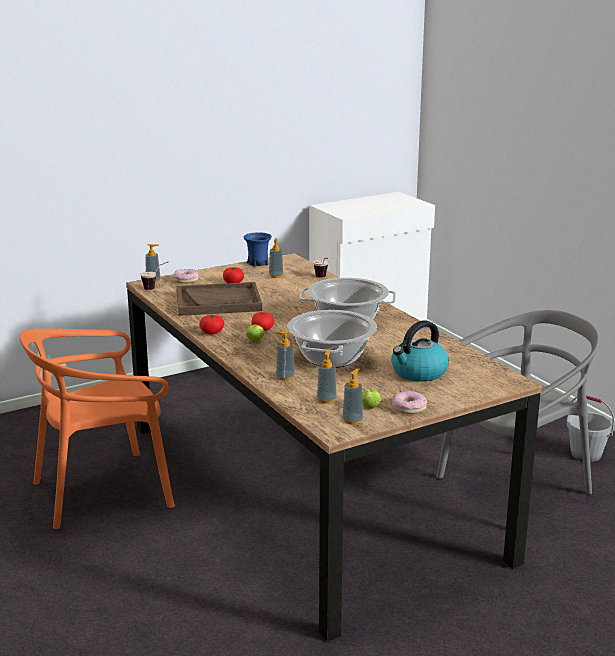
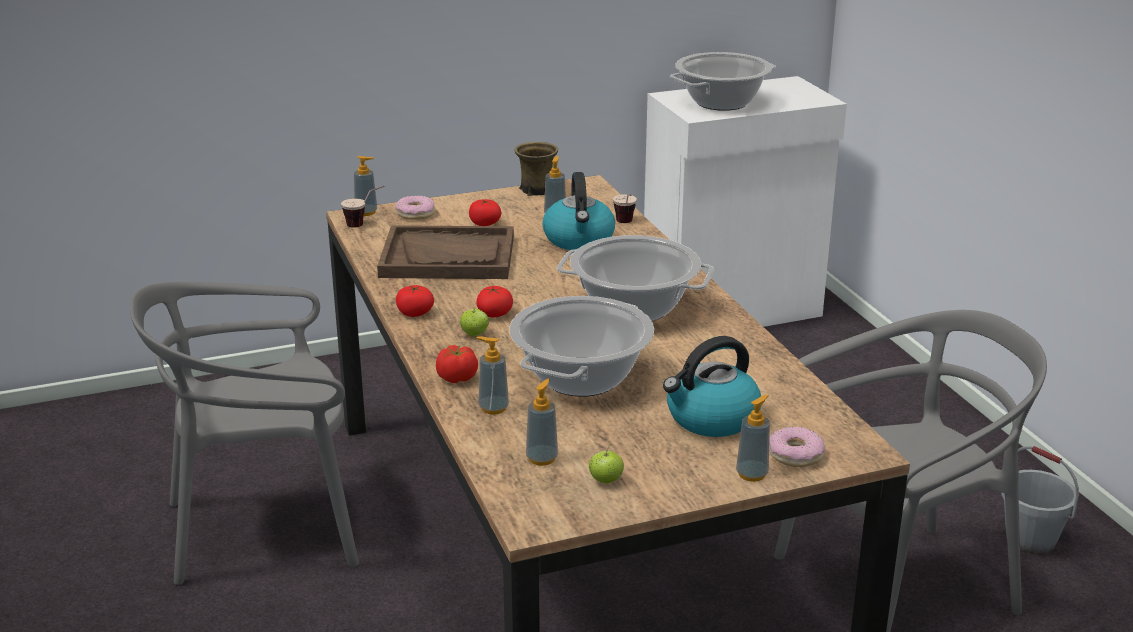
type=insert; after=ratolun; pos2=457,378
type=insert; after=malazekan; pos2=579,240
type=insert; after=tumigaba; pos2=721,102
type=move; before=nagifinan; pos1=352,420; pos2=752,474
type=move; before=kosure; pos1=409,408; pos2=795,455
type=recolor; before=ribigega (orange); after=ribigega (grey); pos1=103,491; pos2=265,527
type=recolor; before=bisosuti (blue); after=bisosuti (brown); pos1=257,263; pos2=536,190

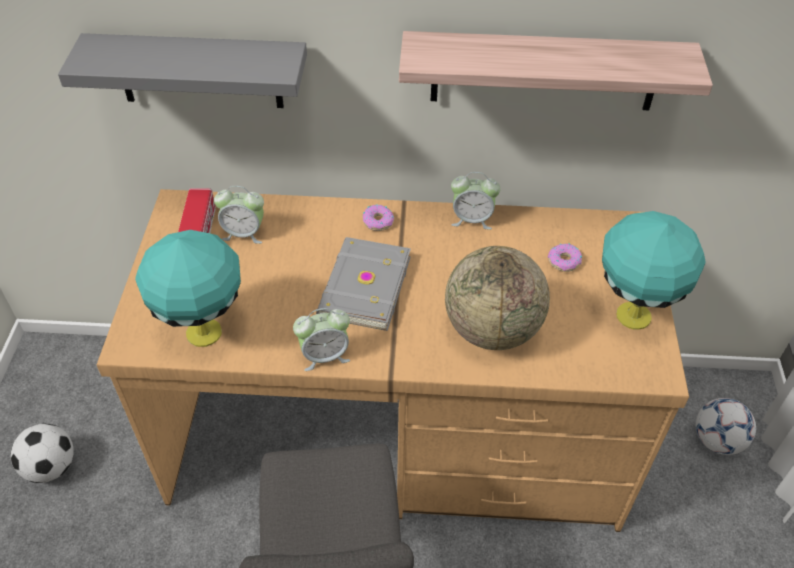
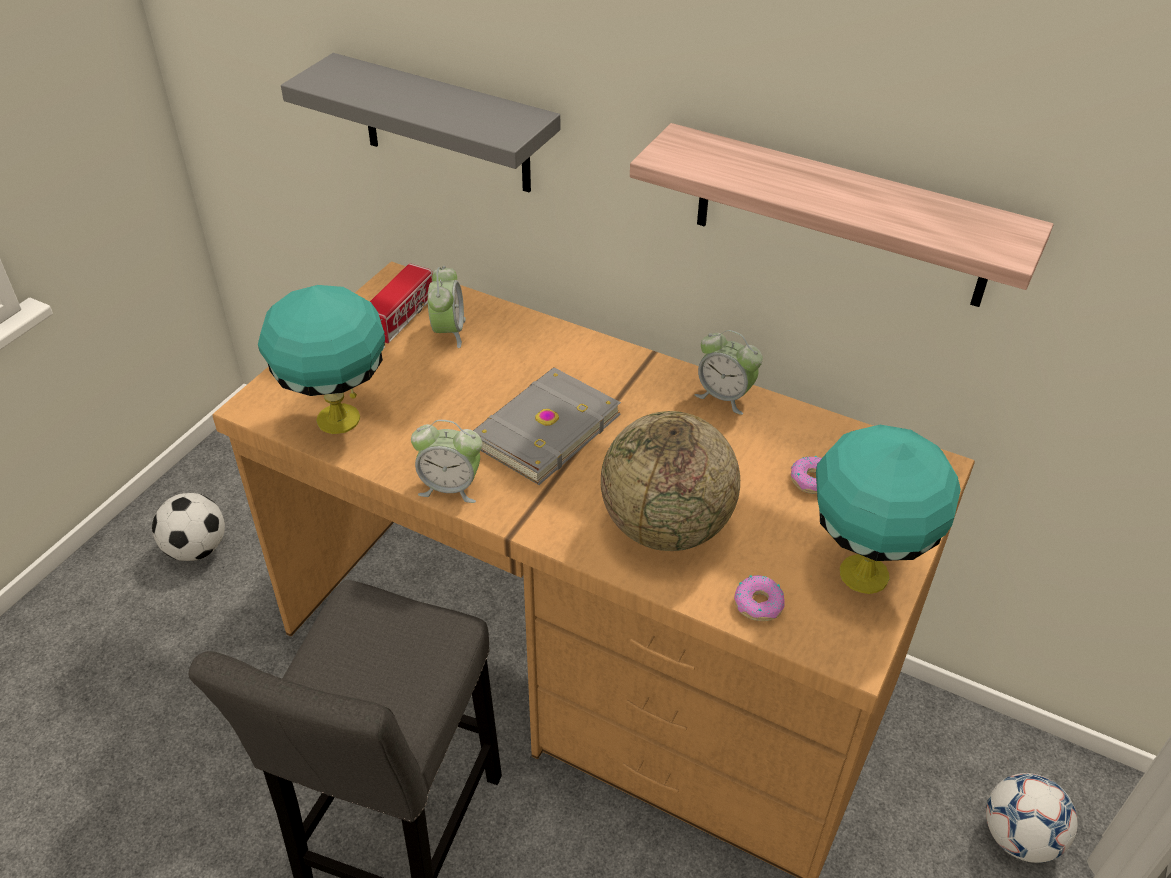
type=move; before=kosure; pos1=378,221; pos2=758,603
type=rotate; before=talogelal; pos1=244,233; pos2=448,332; turn=-120

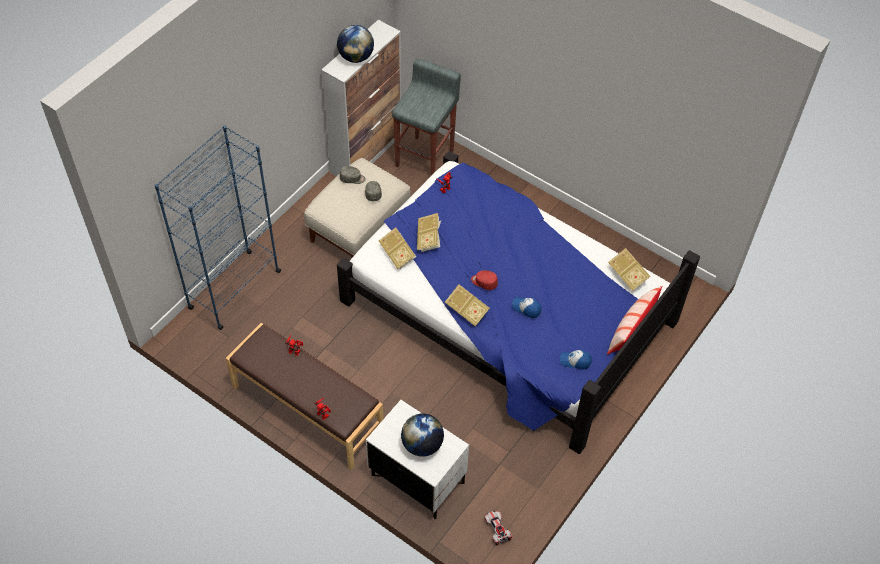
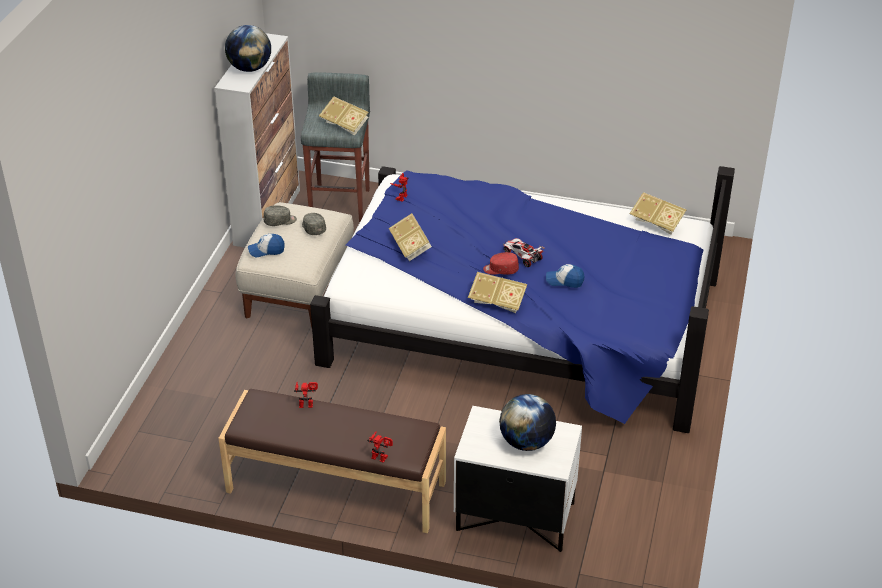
type=delete; before=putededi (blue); pos1=234,290
type=delete; before=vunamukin; pos1=631,329
type=move; before=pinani; pos1=398,254; pos2=345,125
type=move; before=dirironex; pos1=497,530; pos2=522,257
type=move; before=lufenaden; pos1=575,361; pos2=266,250

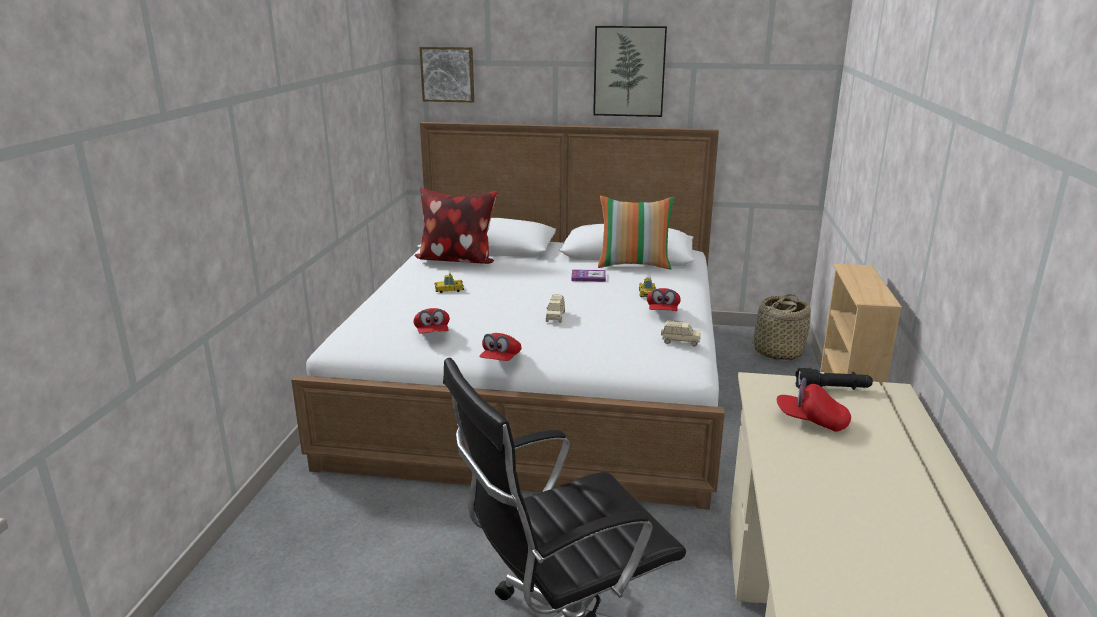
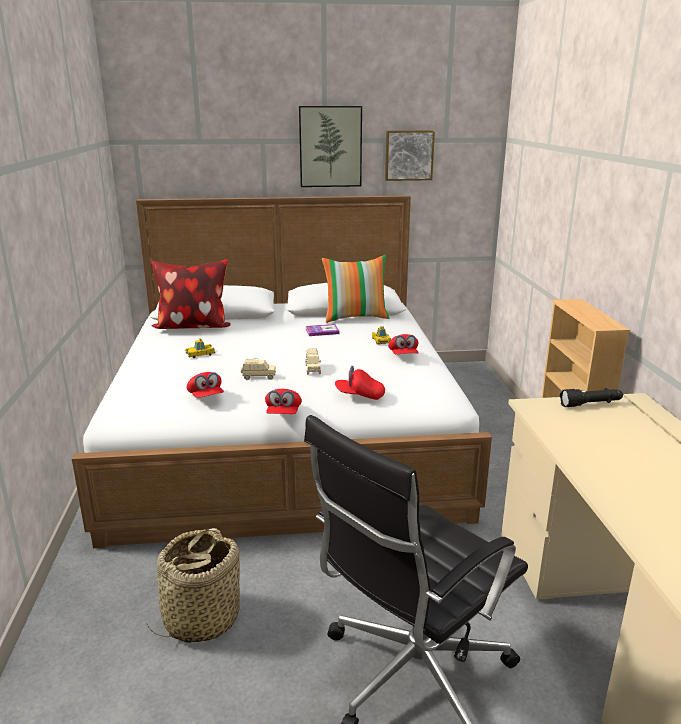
type=move; before=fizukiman; pos1=448,74; pos2=409,155
type=move; before=dirironex (beige); pos1=680,342; pos2=258,377
type=move; before=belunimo; pos1=777,352; pos2=201,618
type=move; before=lufenaden (red); pos1=811,421; pos2=360,395

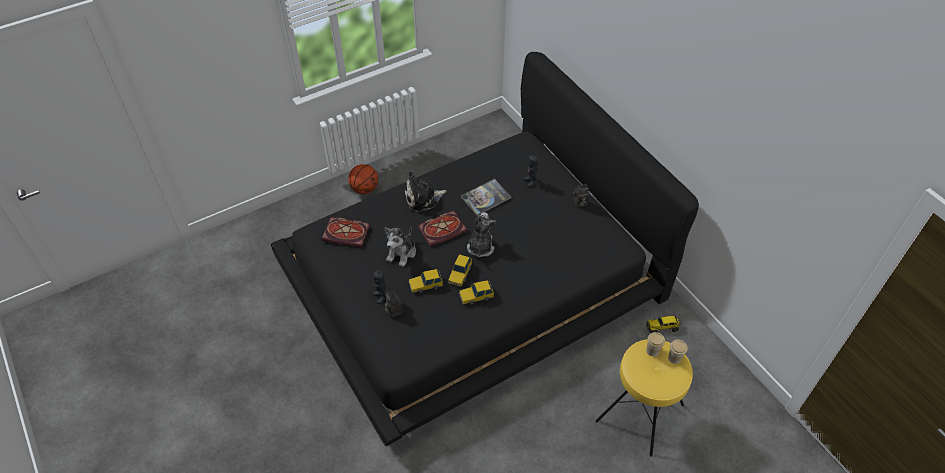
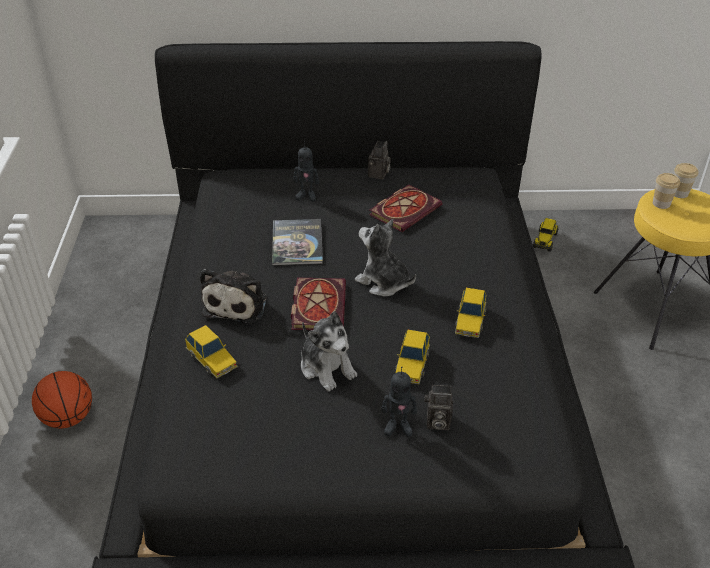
type=move; before=pinani; pos1=347,233; pos2=405,209
type=move; before=dirironex; pos1=460,274; pos2=212,359

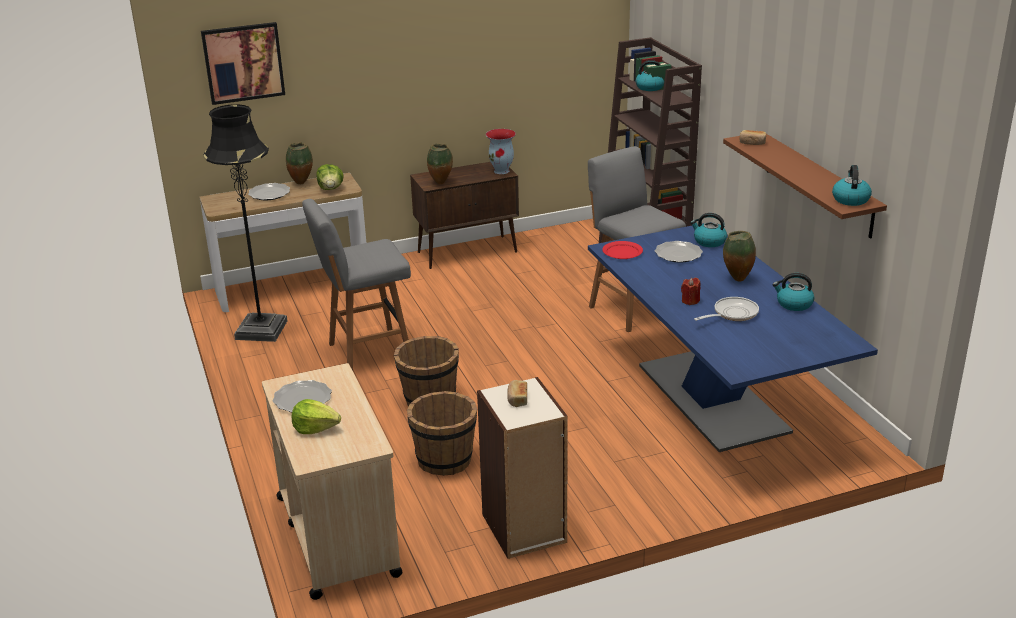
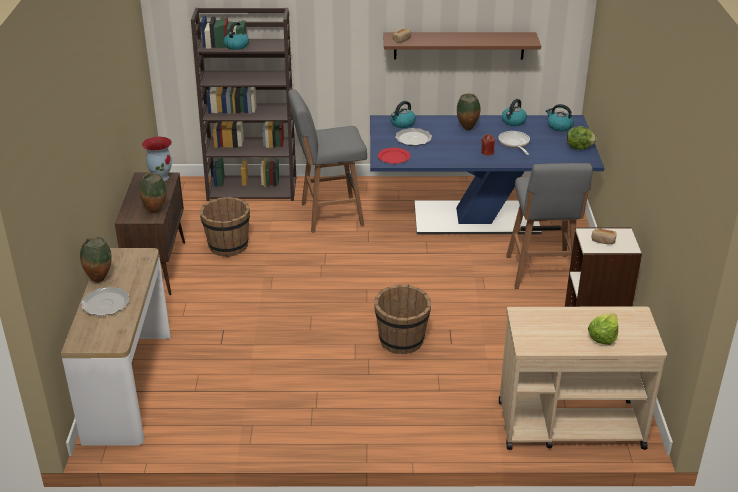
type=delete; before=fizukiman; pos1=243,62
type=delete; before=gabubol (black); pos1=261,330
type=delete; before=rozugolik; pos1=302,399
type=move; before=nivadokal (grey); pos1=367,354; pos2=541,273
type=move; before=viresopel; pos1=331,189; pos2=579,147
type=move; before=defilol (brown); pos1=445,460; pos2=228,246
type=move; before=malazekan; pos1=850,199; pos2=559,126

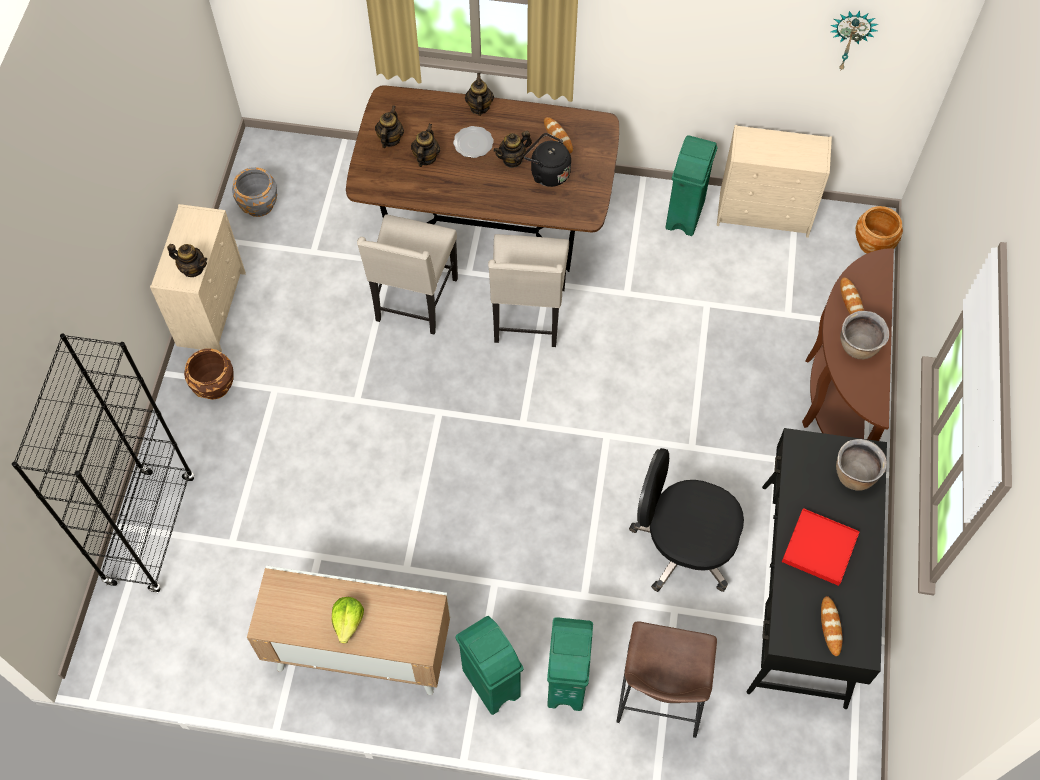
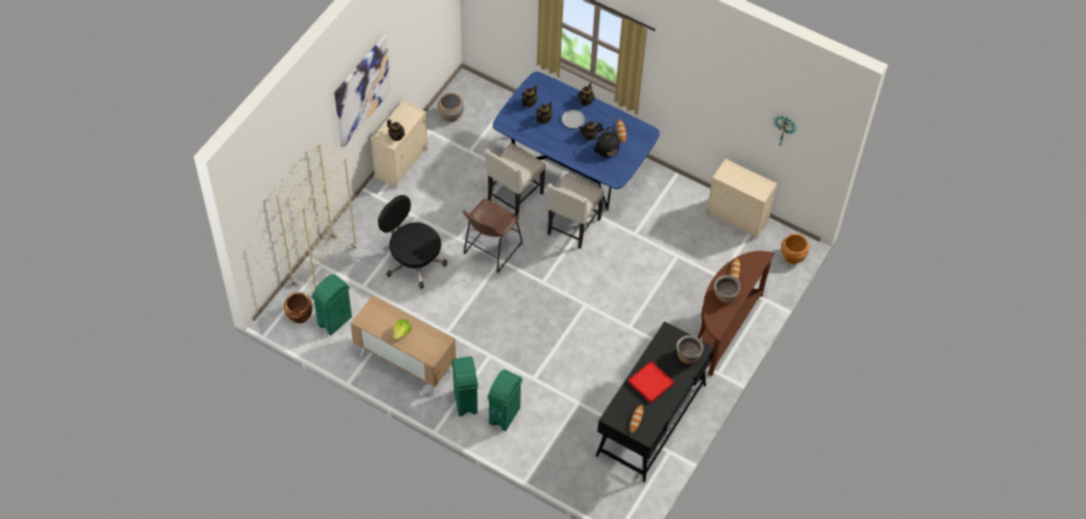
type=insert; after=fizukiman; pos2=362,91
type=move; before=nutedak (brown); pos1=214,385; pos2=299,315
type=move; before=nivadokal (brown); pos1=659,696; pos2=490,250
type=move; before=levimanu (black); pos1=682,545; pos2=413,261
type=move; before=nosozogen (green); pos1=684,215; pos2=334,321
type=recolor; before=putededi (black); after=putededi (beige); pos1=151,530; pos2=324,266
type=recolor; before=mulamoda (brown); after=mulamoda (blue); pos1=486,227; pos2=572,170

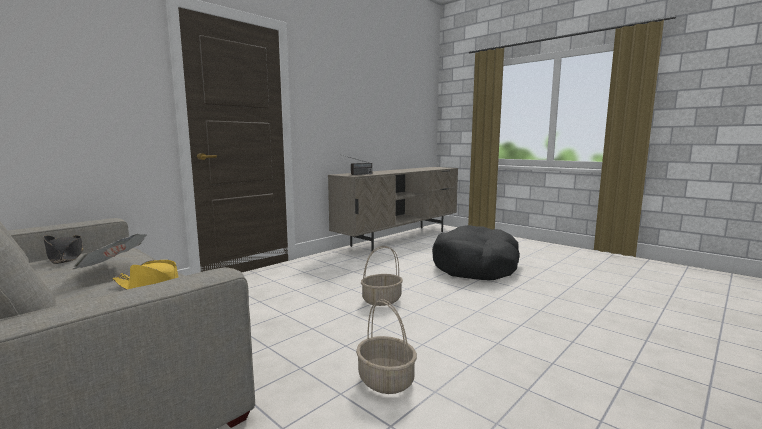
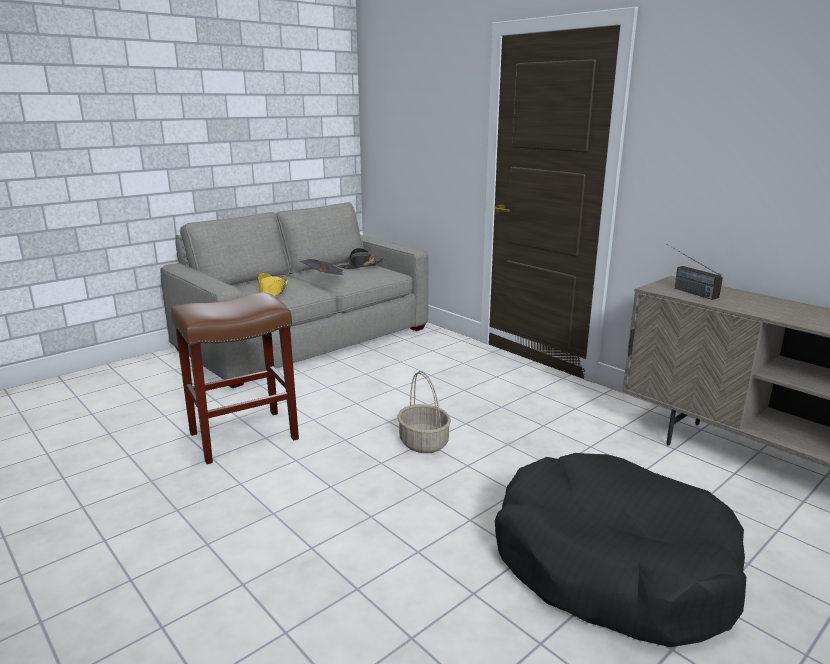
type=replace; before=belunimo; after=nivadokal (brown); pos1=386,380; pos2=242,437

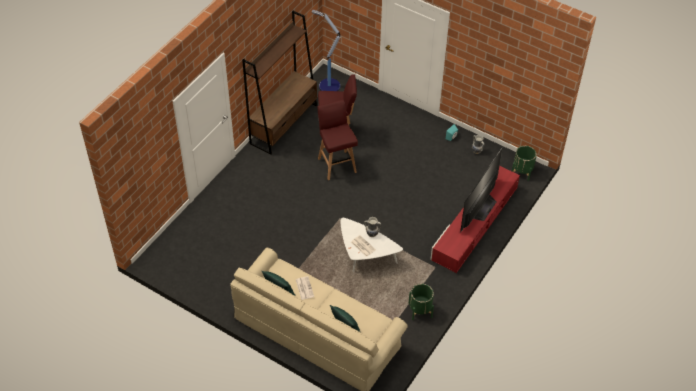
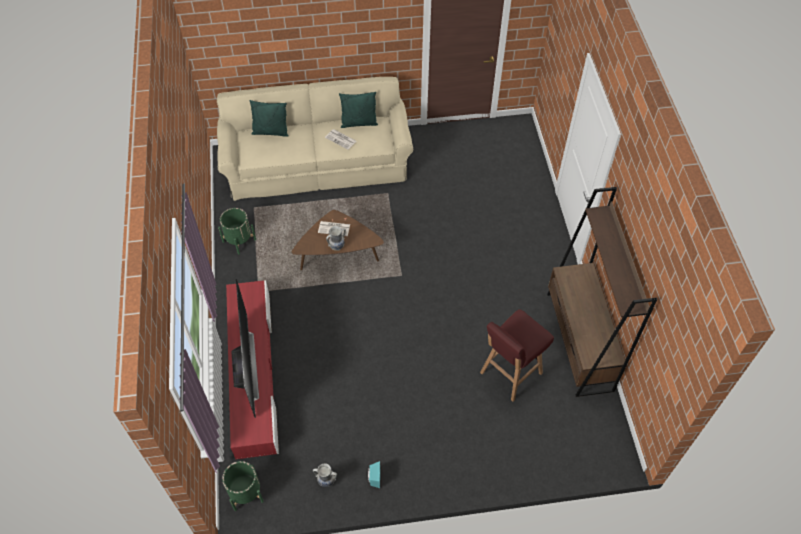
type=delete; before=gabubol; pos1=328,86
type=delete; before=nivadokal (red); pos1=336,164
type=recolor; before=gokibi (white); after=gokibi (brown); pos1=365,256; pos2=338,254

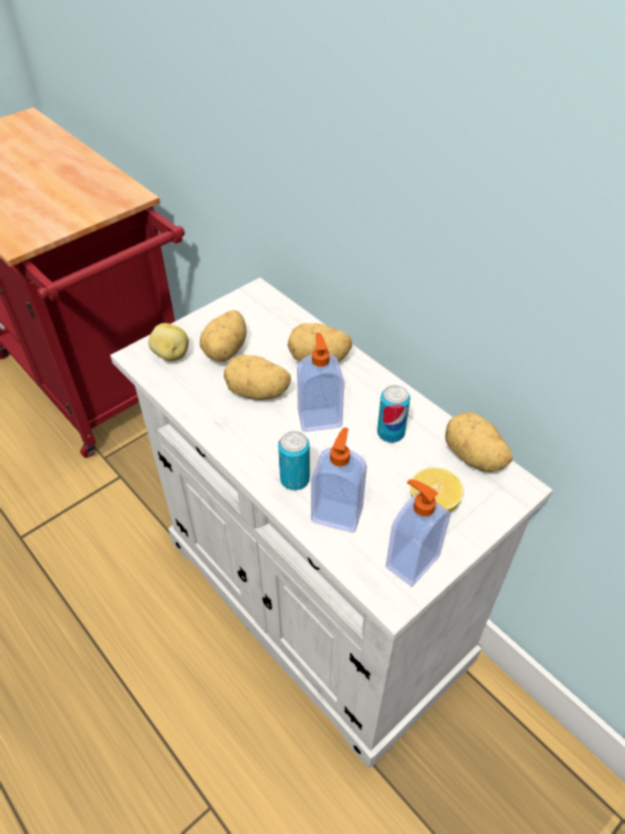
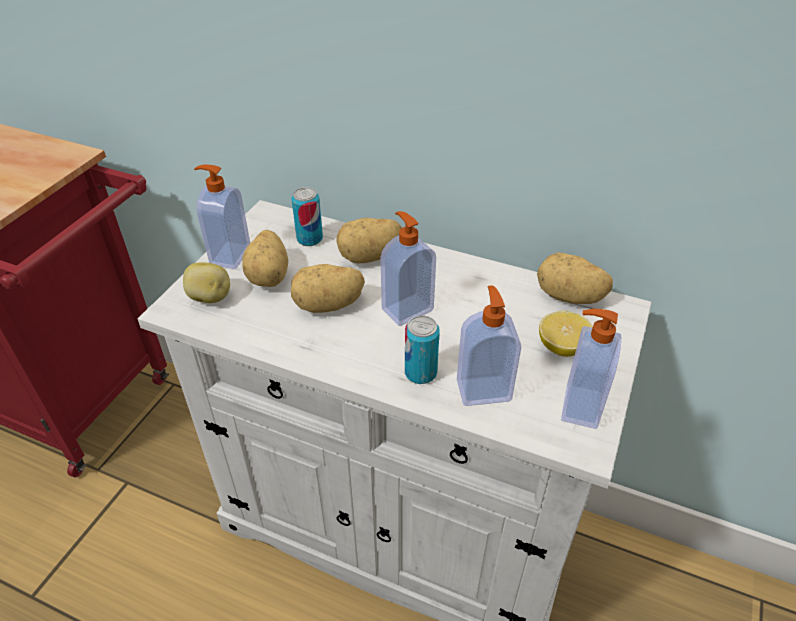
type=insert; after=nagifinan; pos2=229,256
type=move; before=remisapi; pos1=390,433; pos2=309,239

